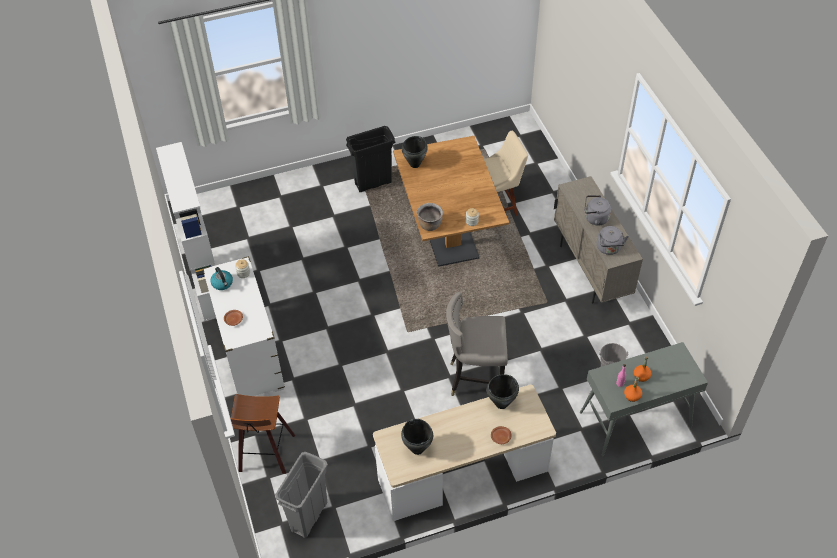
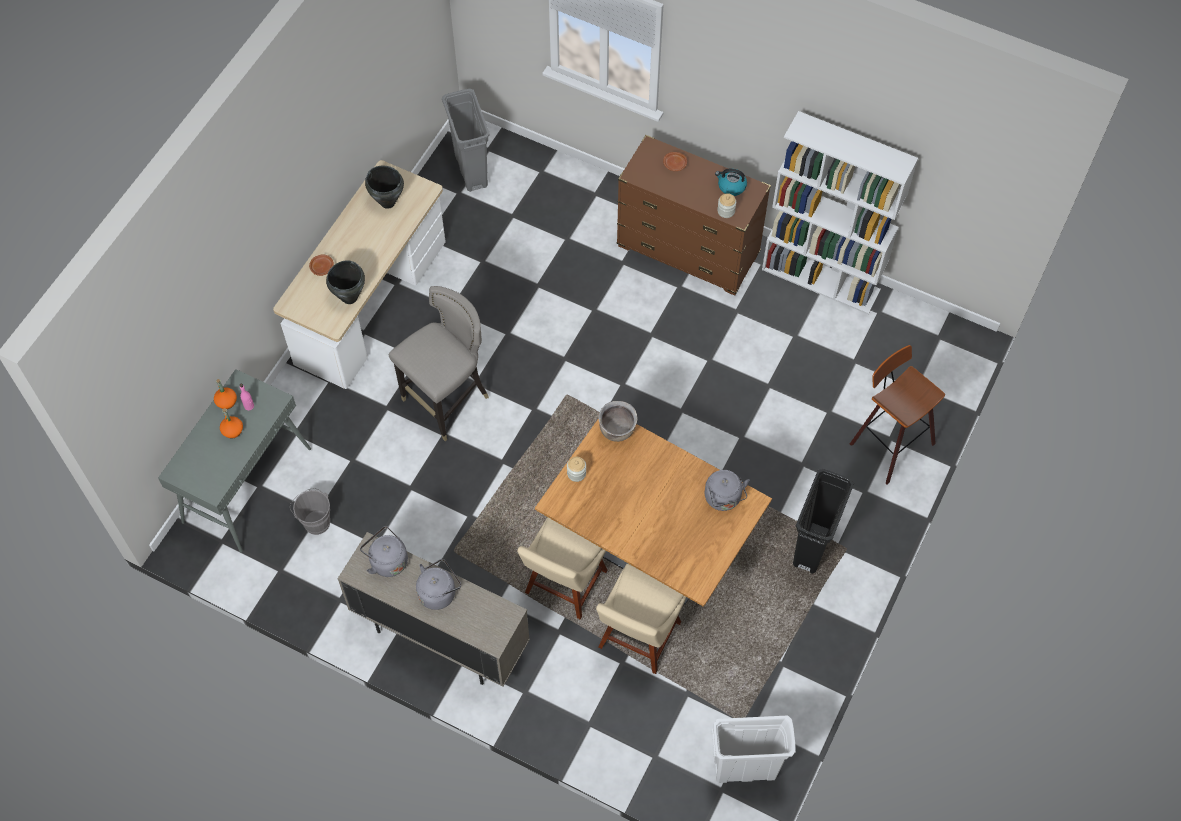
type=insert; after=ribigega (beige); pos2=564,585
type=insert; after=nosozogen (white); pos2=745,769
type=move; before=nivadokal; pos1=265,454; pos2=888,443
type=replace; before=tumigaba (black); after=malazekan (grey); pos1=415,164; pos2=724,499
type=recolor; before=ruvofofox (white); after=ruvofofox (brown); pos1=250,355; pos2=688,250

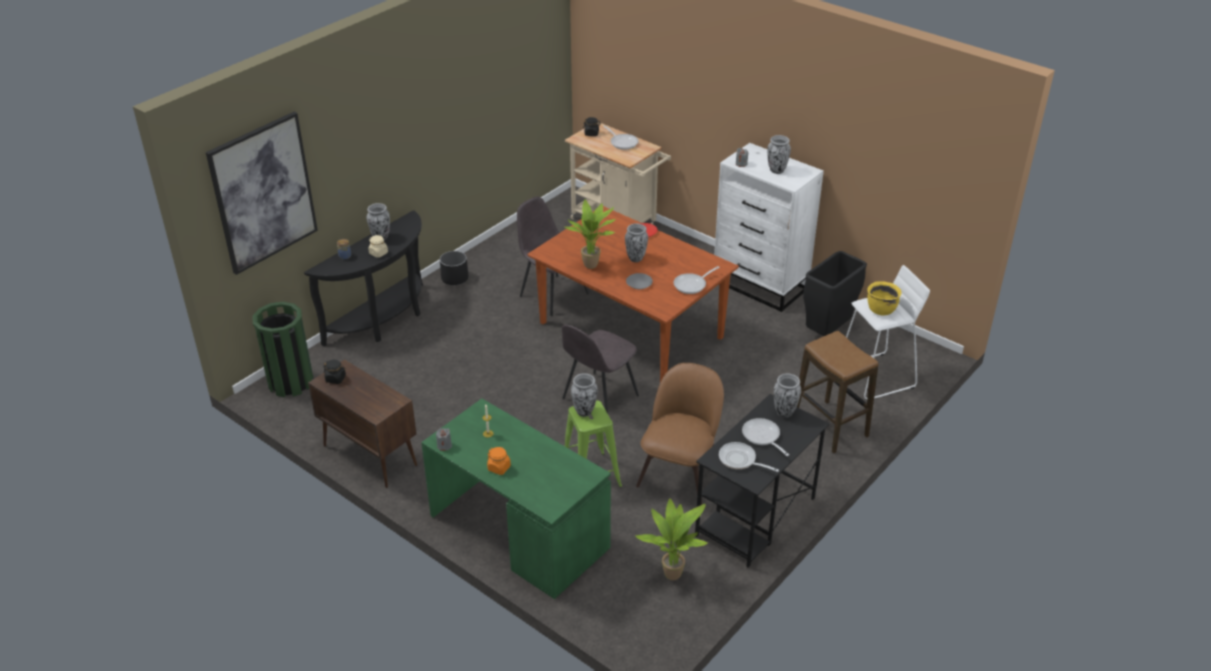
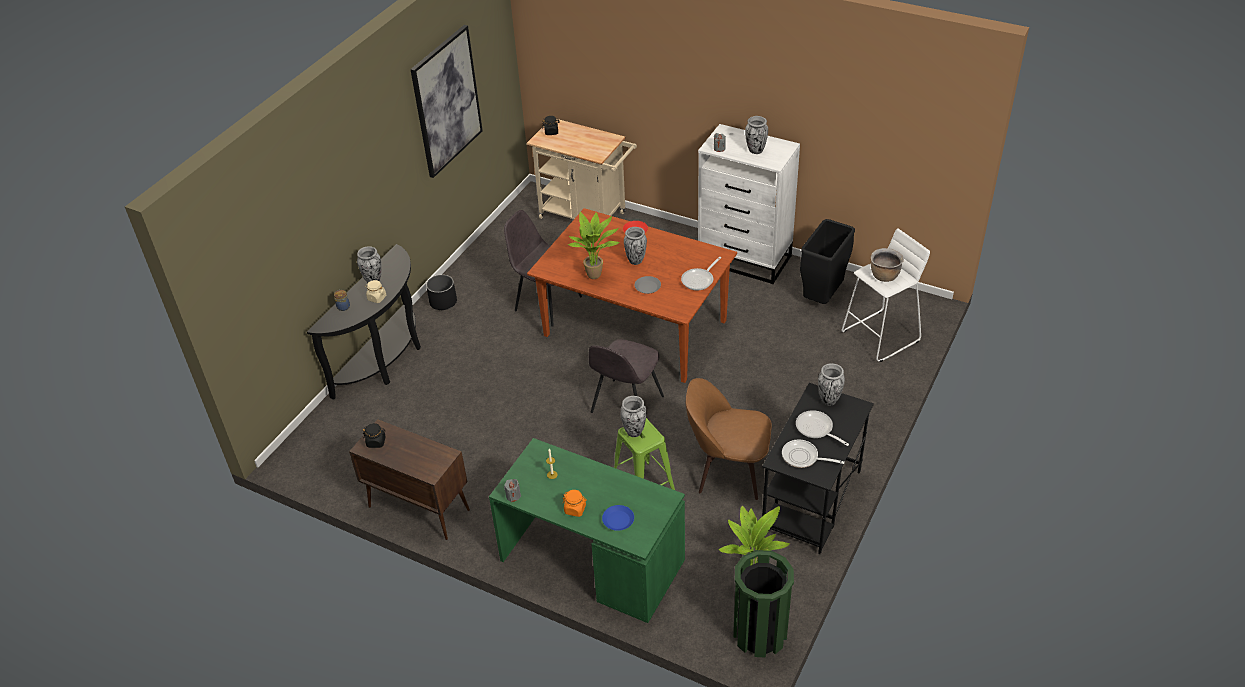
type=delete; before=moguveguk; pos1=622,142
type=delete; before=nivadokal; pos1=830,427
type=insert; after=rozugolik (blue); pos2=618,520
type=move; before=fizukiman; pos1=263,192; pos2=446,101
type=move; before=nosozogen (green); pos1=291,382; pos2=760,634
type=recolor; before=tumigaba (yellow); after=tumigaba (brown); pos1=881,310; pos2=884,276
type=rotate; before=ribigega (brown); pos1=680,473; pos2=727,470; turn=-90

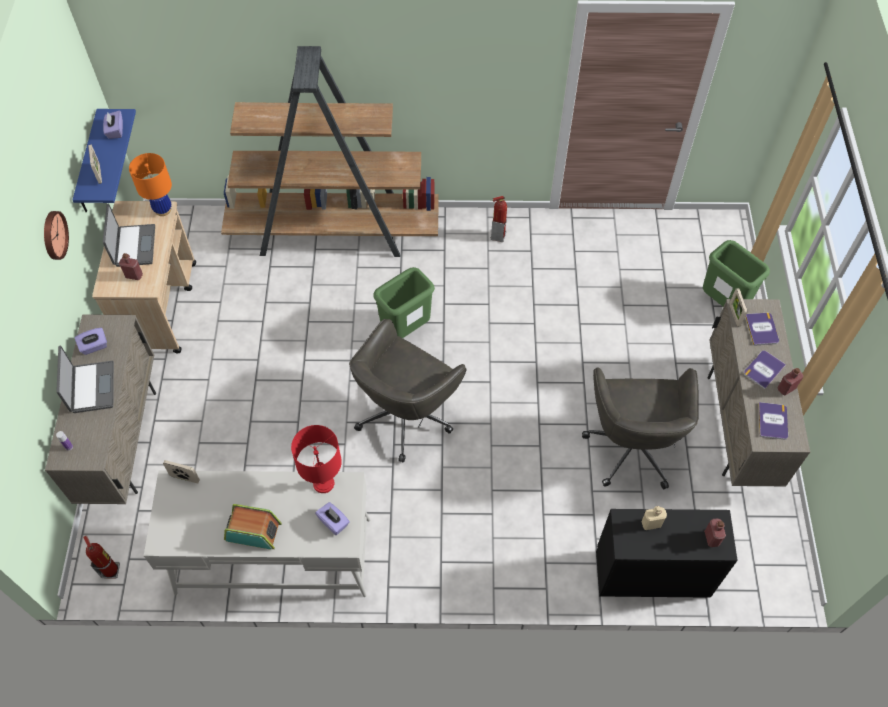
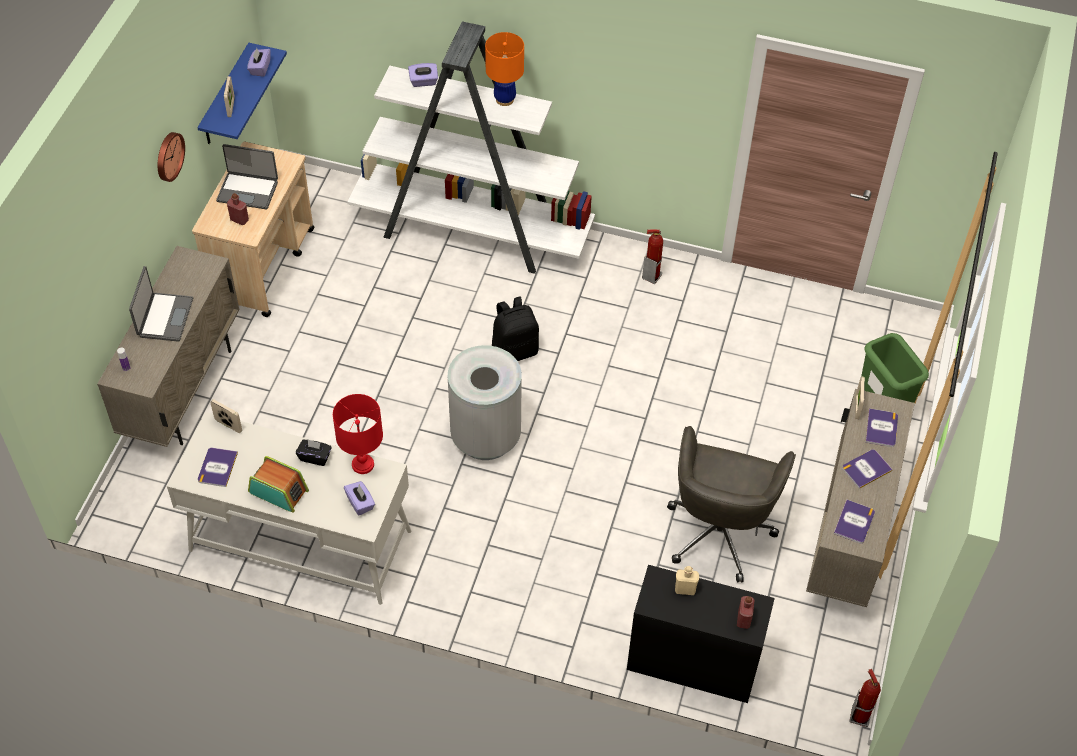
type=delete; before=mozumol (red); pos1=786,388
type=insert; after=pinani; pos2=217,467
type=insert; after=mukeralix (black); pos2=315,457
type=move; before=mukeralix (purple); pos1=94,346; pos2=423,82
type=move; before=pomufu; pos1=111,570; pos2=860,716
type=move; before=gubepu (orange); pos1=163,209; pos2=505,99
type=replace; before=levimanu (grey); after=nosozogen (grey); pos1=406,414; pos2=485,437
type=replace; before=nosozogen (green); after=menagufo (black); pos1=406,329; pos2=515,350
type=recolor; before=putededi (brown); after=putededi (white); pos1=334,232; pos2=472,231
type=rotate; before=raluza; pos1=133,246; pos2=248,190; turn=90

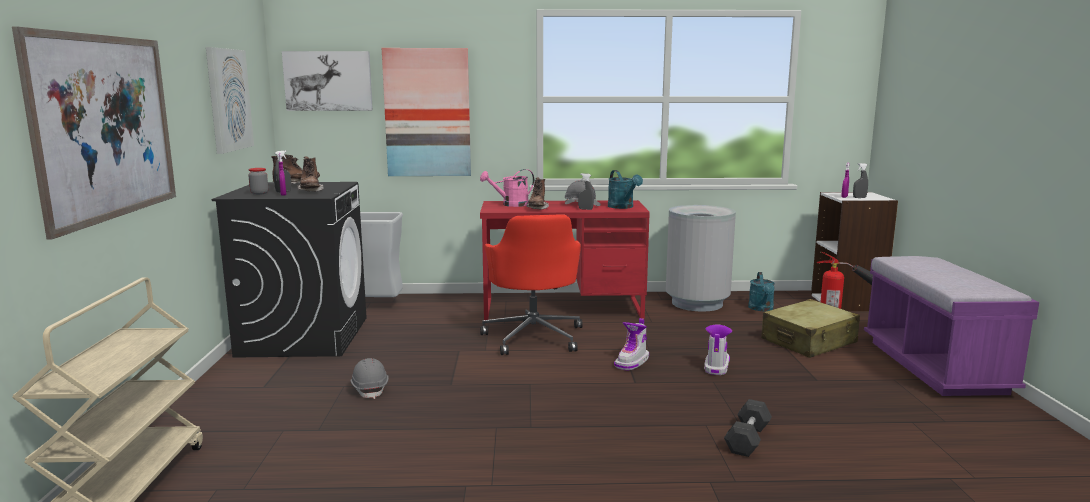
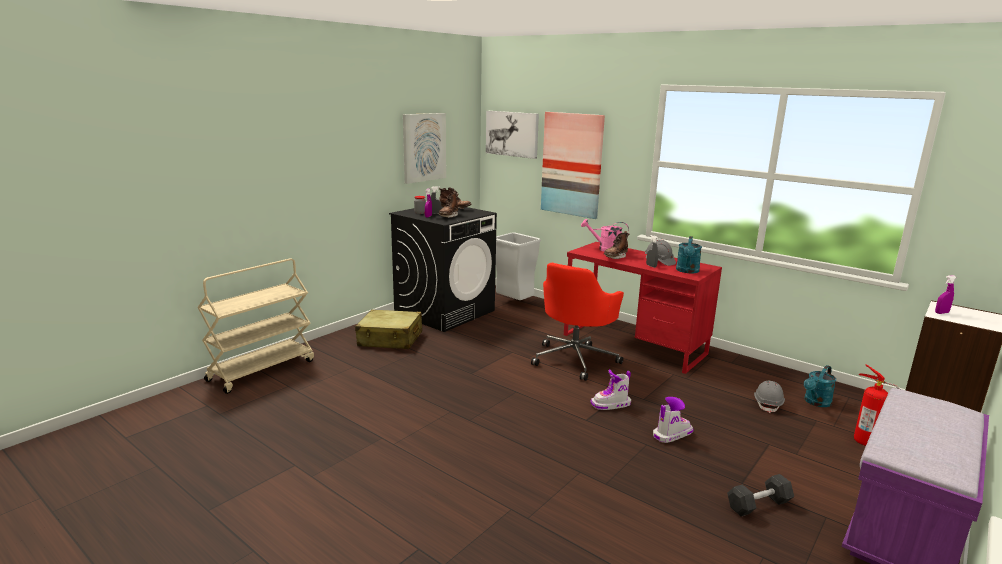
type=delete; before=fizukiman; pos1=106,127
type=delete; before=nosozogen (grey); pos1=697,303
type=delete; before=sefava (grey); pos1=859,197
type=move; before=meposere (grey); pos1=370,389; pos2=768,404
type=move; before=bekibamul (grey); pos1=747,439; pos2=758,505
type=move; before=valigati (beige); pos1=809,341; pos2=390,339

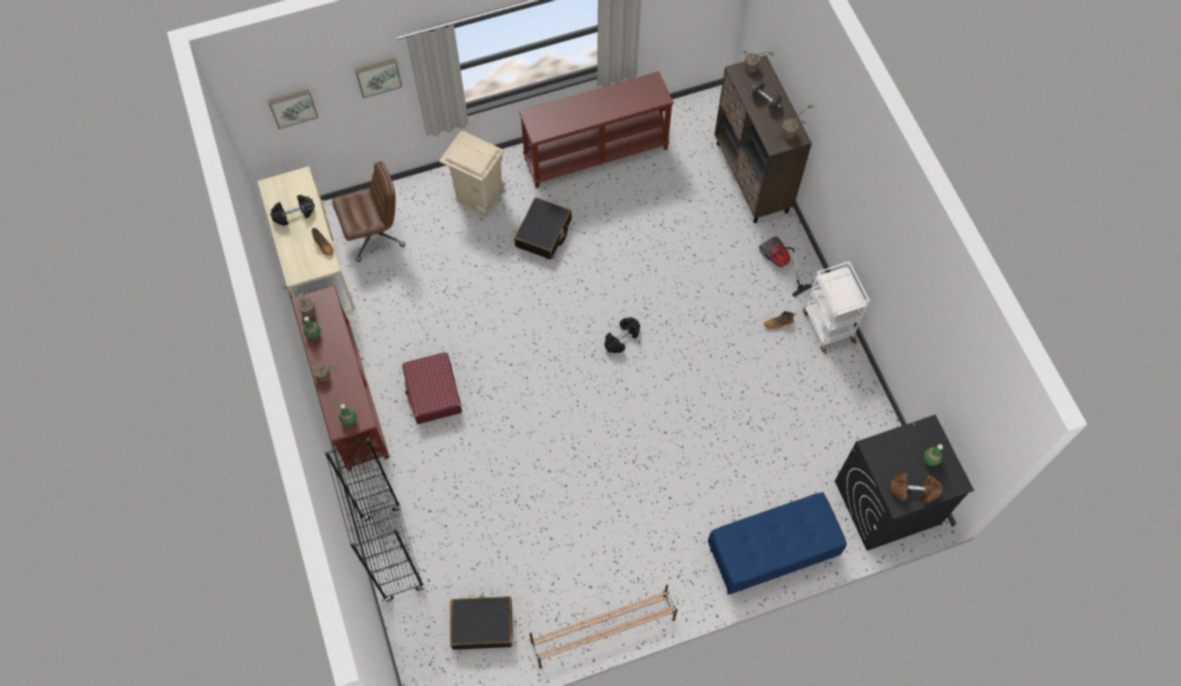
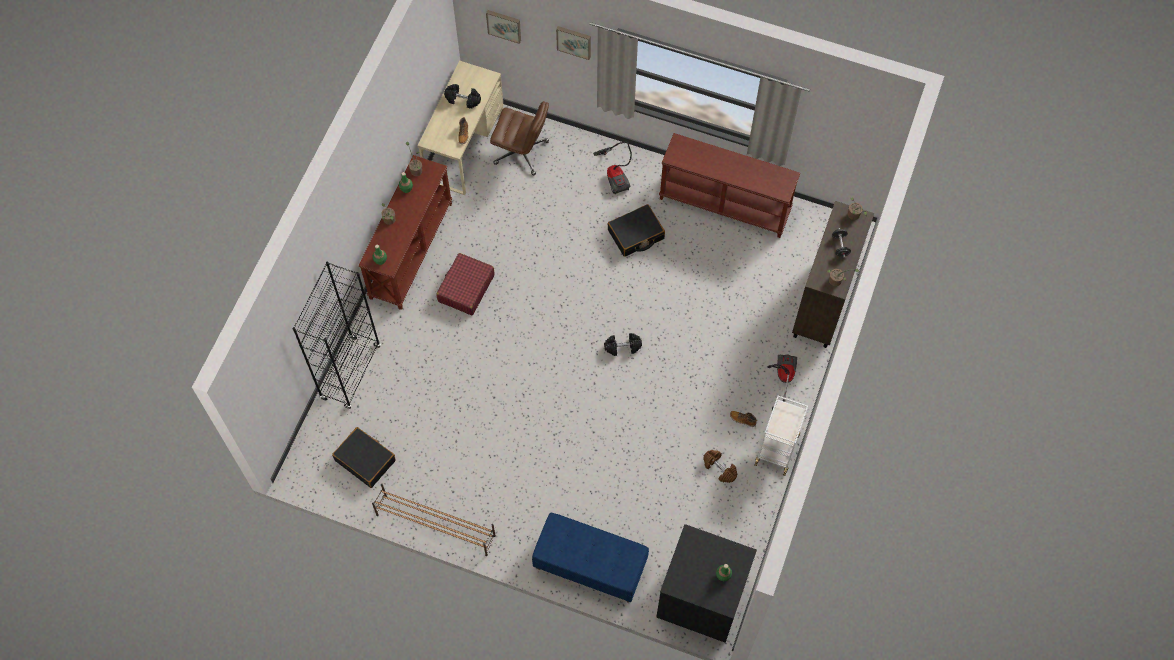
type=move; before=bekibamul (brown); pos1=913,491; pos2=719,469
type=replace; before=nosozogen (beige); after=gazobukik; pos1=478,194; pos2=615,175

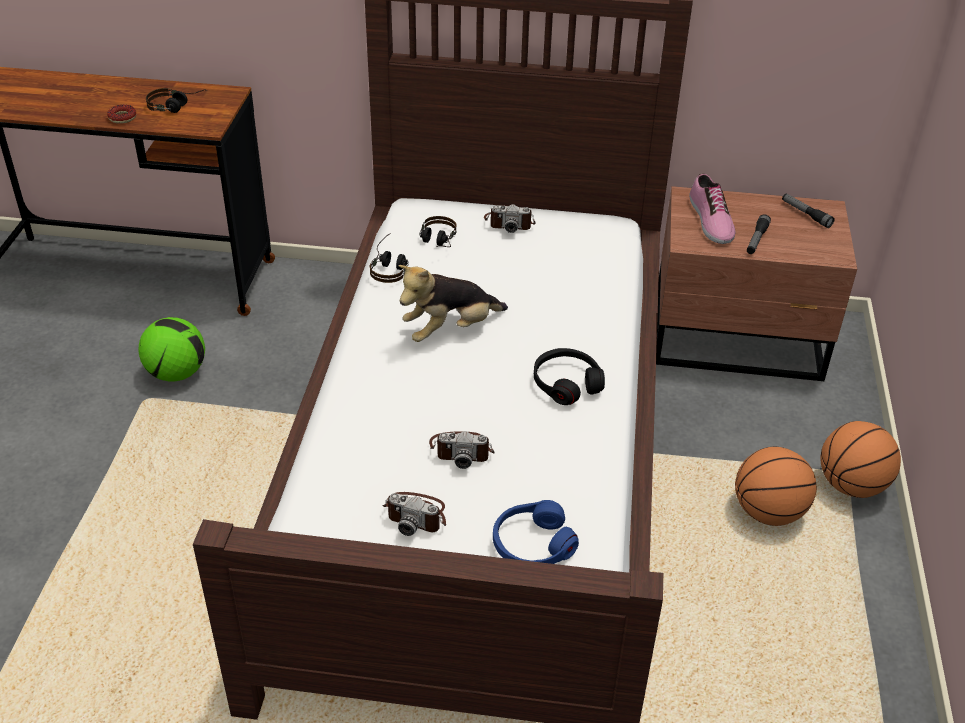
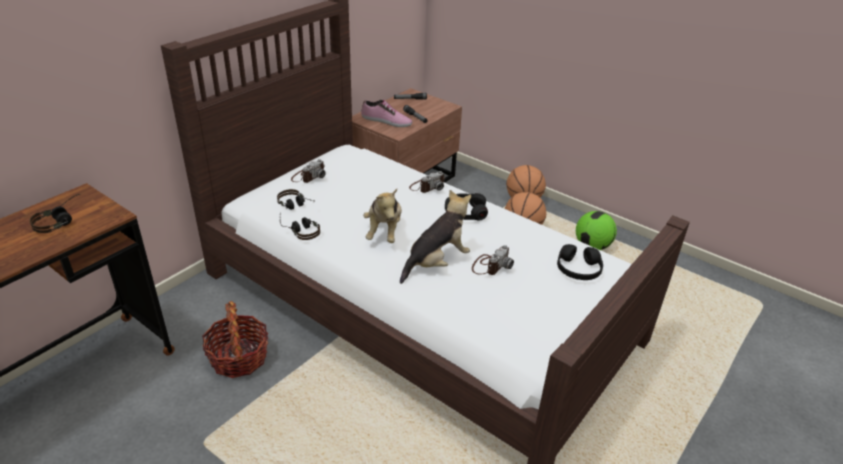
type=delete; before=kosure; pos1=122,118
type=insert; after=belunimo; pos2=239,358
type=insert; after=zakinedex; pos2=436,262
type=move; before=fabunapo; pos1=177,373; pos2=592,246
type=move; before=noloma; pos1=416,515; pos2=427,186
type=recolor; before=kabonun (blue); after=kabonun (black); pos1=532,544; pos2=578,269

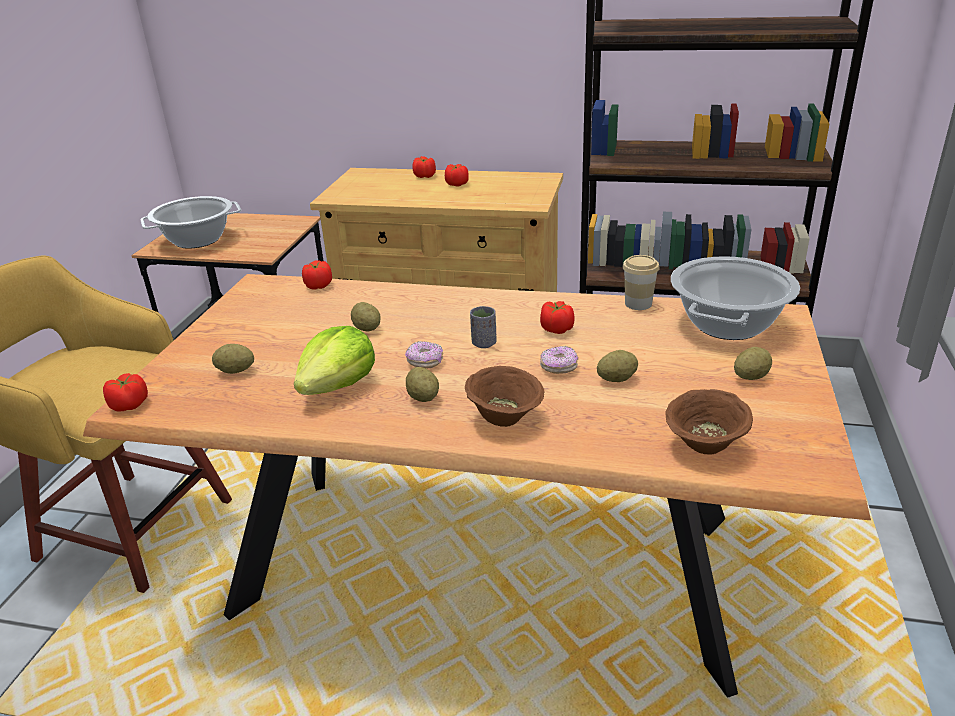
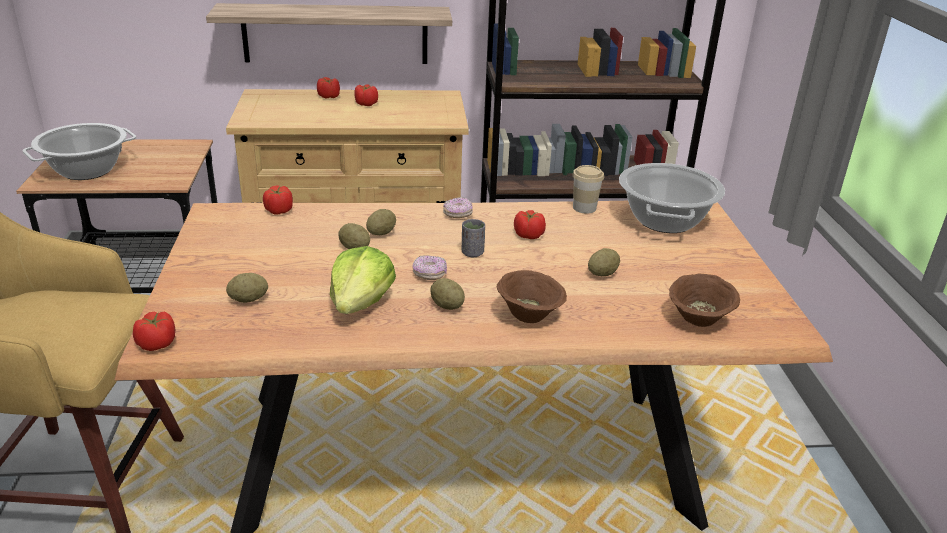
type=insert; after=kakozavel; pos2=335,34
type=move; before=kosure; pos1=559,368; pos2=457,214
type=move; before=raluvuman; pos1=750,377; pos2=381,233

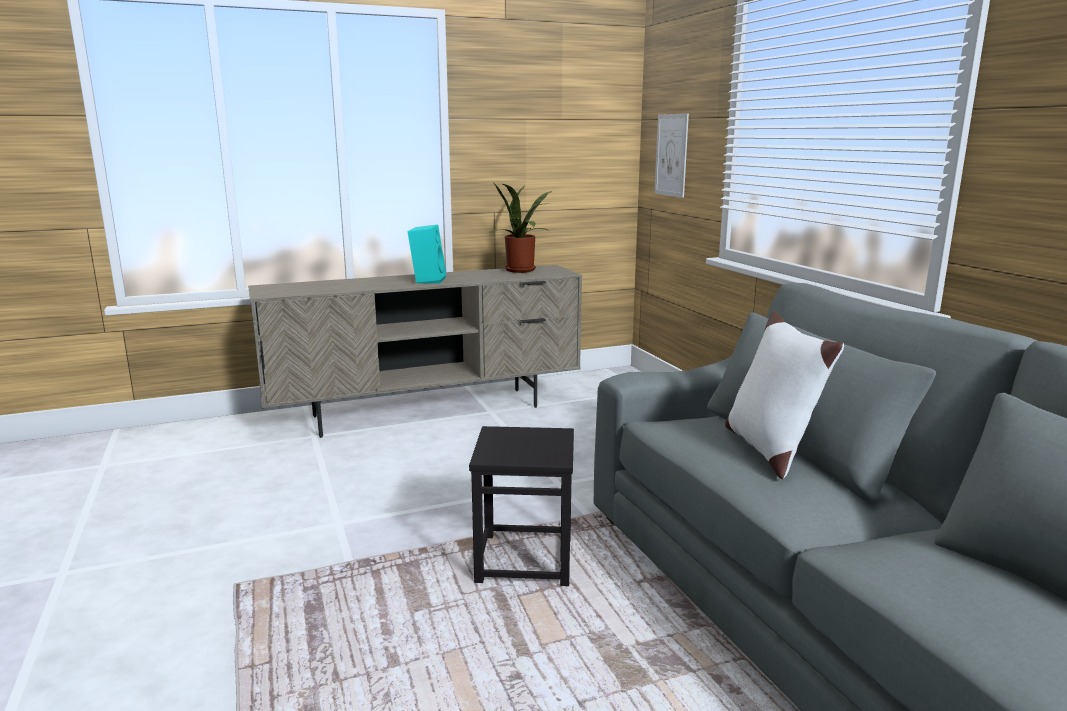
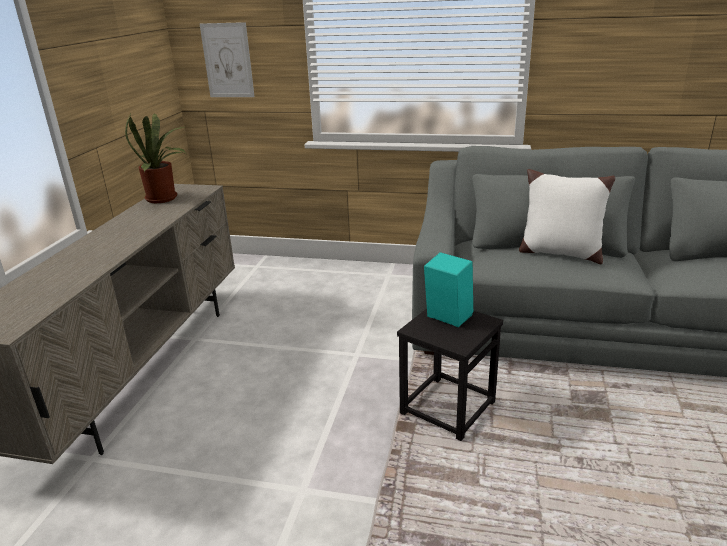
type=move; before=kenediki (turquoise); pos1=427,280; pos2=446,318

